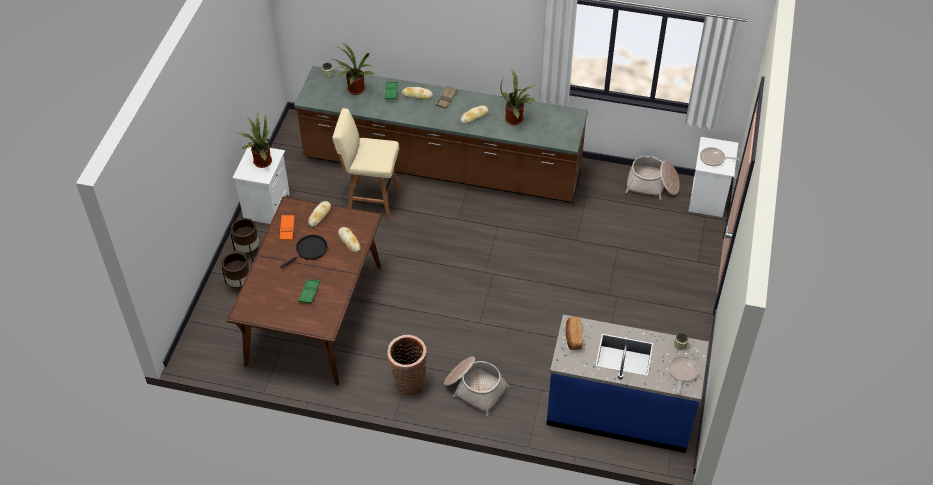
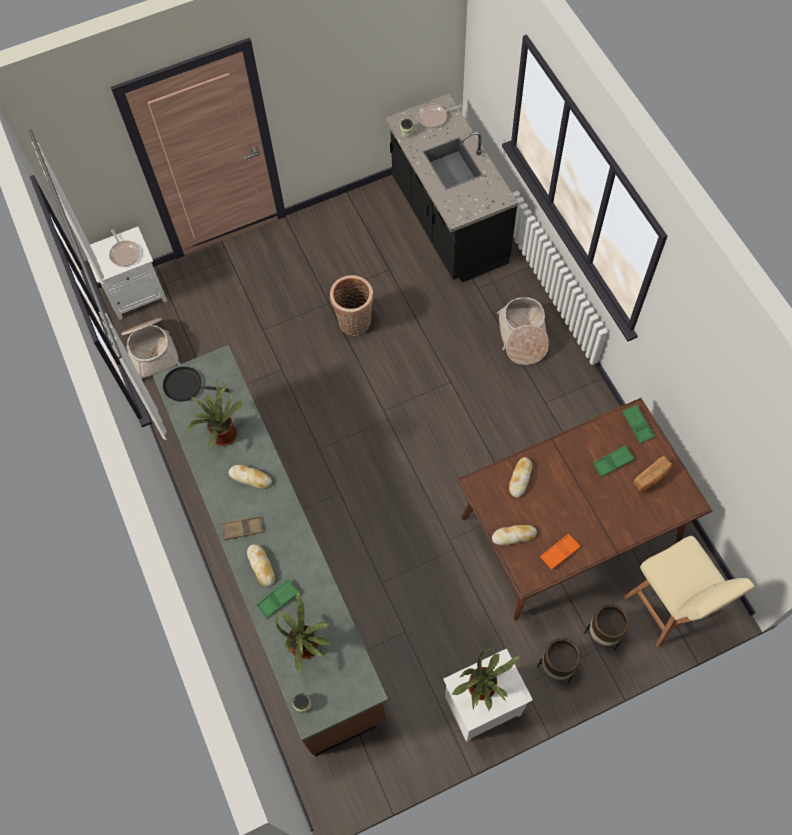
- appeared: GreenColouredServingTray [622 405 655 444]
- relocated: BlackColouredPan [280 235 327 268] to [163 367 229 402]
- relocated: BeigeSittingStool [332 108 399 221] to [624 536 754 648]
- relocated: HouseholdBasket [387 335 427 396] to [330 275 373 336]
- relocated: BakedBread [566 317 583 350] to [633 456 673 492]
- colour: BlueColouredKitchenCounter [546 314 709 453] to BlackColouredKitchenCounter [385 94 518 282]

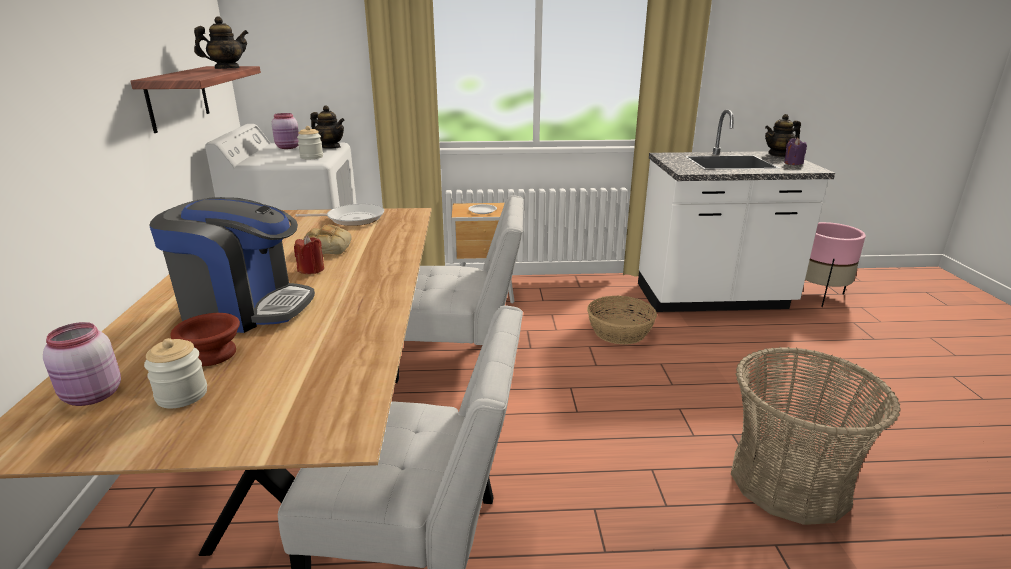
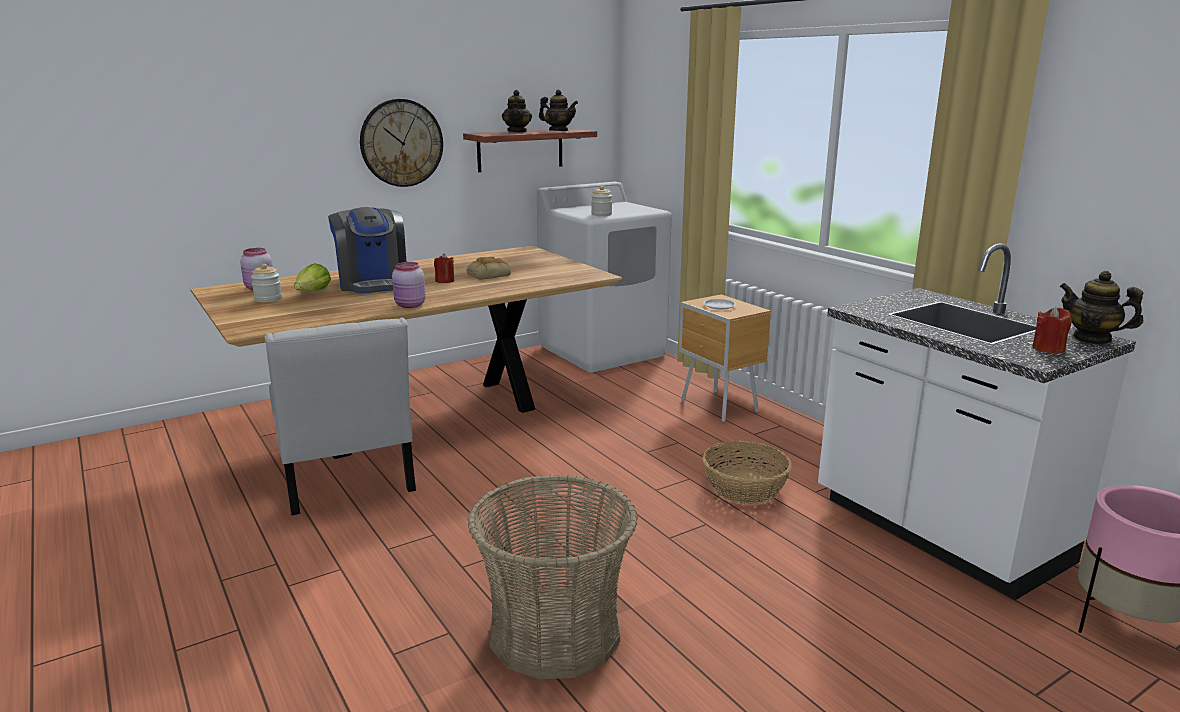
- missing: Pan [295 204 384 226]
- missing: WhiteUprightChair [395 195 524 383]
- appeared: HangingClock [360 99 443 187]
- relocated: PinkJar [271 113 299 149] to [392 262 426 308]
- relocated: TeaPot [310 106 345 149] to [502 90 532 133]
- exchanged: BrownColouredServingBowl [170 313 240 366] to Lettuce [294 263 331 292]
- colour: PurpleColouredWaxCandle [784 138 807 165] to RedWaxCandle [1032 307 1072 354]

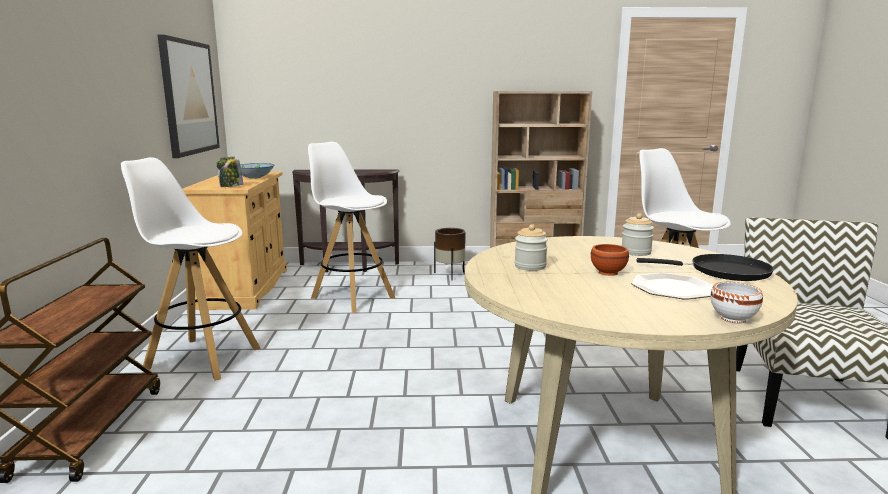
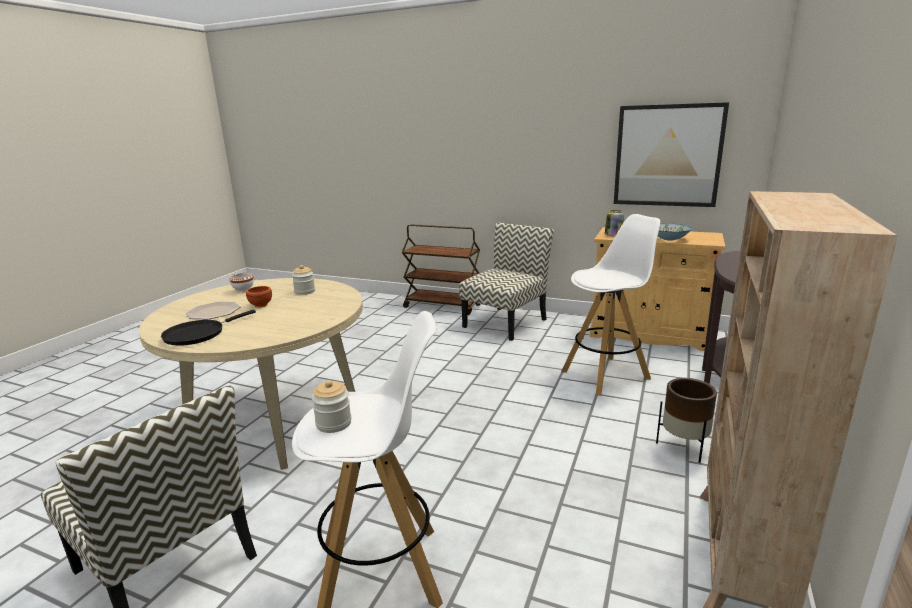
- relocated: Jar [621 213 654 256] to [312 380 351 433]
- relocated: WhiteServingBowl [711 282 763 323] to [230 273 254 292]
- exchanged: WhiteSittingStool [121 157 261 381] to UprightChair [459 223 554 341]

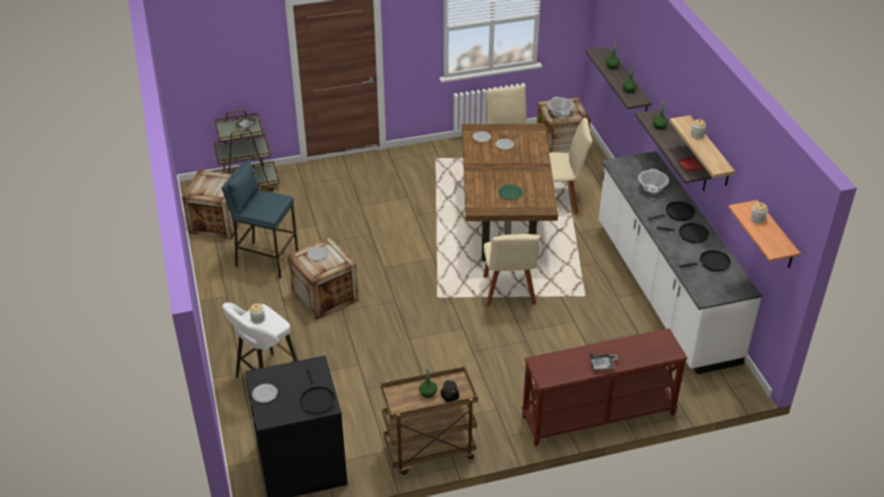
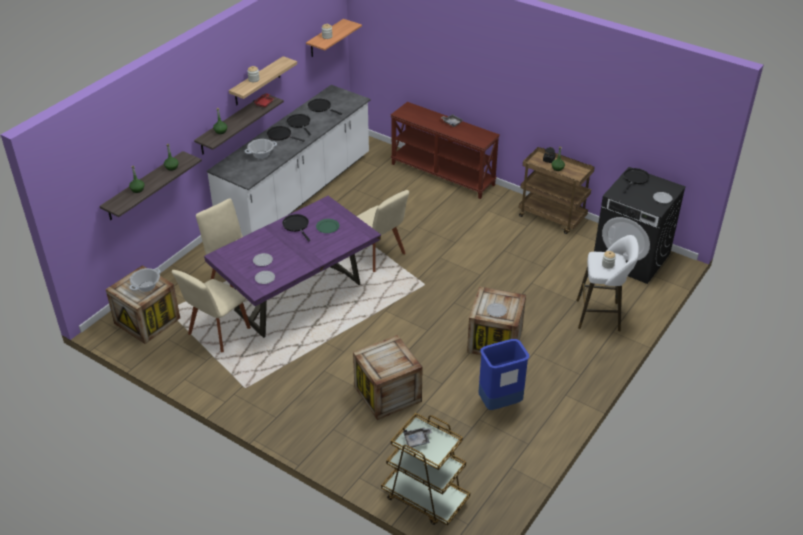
- appeared: BlackColouredPan [282 214 310 242]
- relocated: Crate [182 170 241 239] to [353 335 423 420]
- exchanged: BlueColouredSittingStool [222 160 298 279] to BlueColouredWasteBin [479 339 529 410]
- colour: BrownColouredDinnerTable [462 124 558 261] to PurpleColouredDinnerTable [204 196 381 338]
- spun: BeigeUprightChair [483 234 540 307] = [357 190 409 272] 90 degrees clockwise

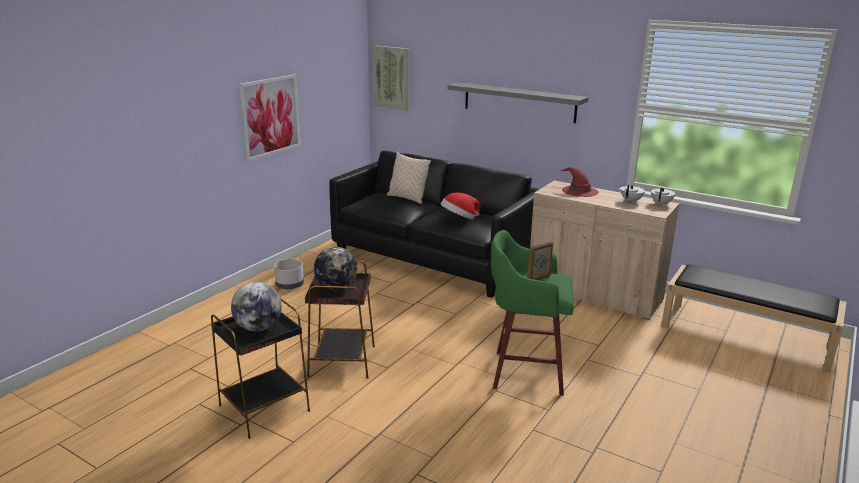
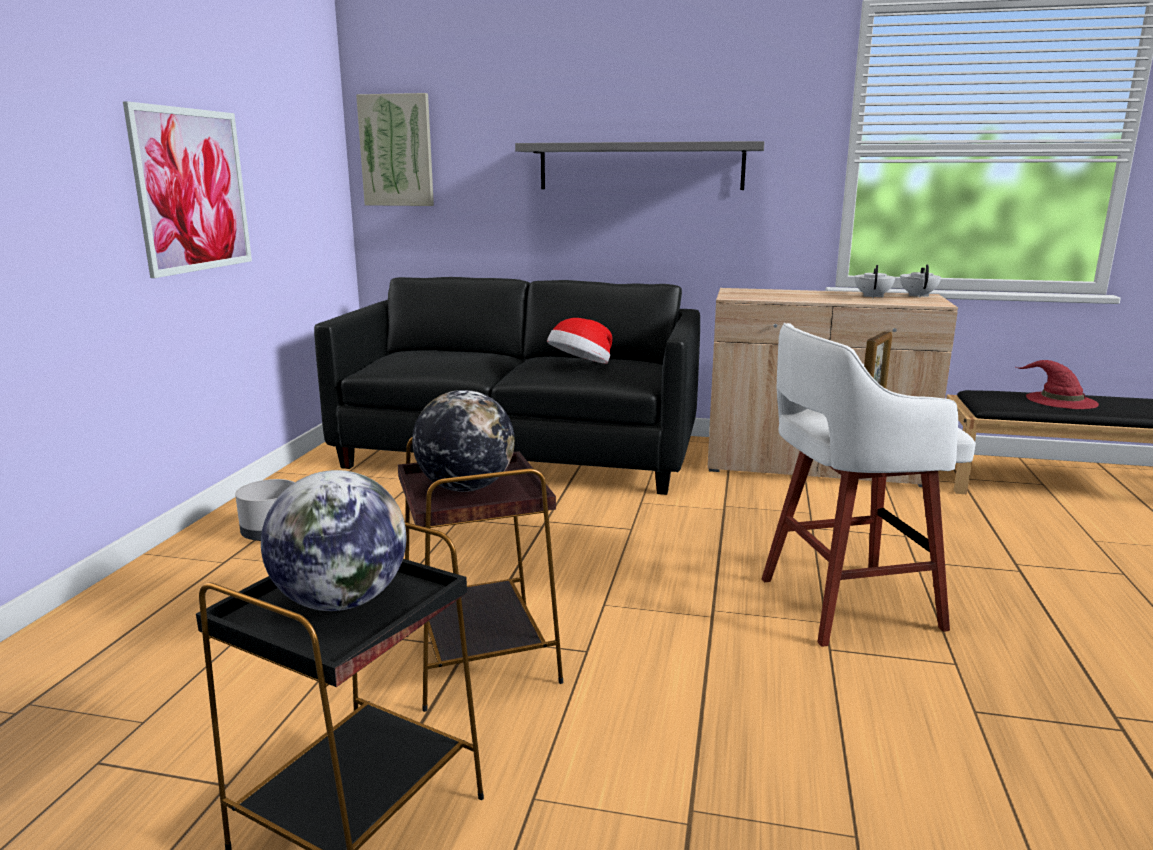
- missing: BeigeCushion [387 152 431 204]
- relocated: RedHat [561 167 599 197] to [1016 360 1099 409]
- colour: GreenColouredSittingStool [491 230 574 396] to WhiteSittingStool [762 323 976 647]

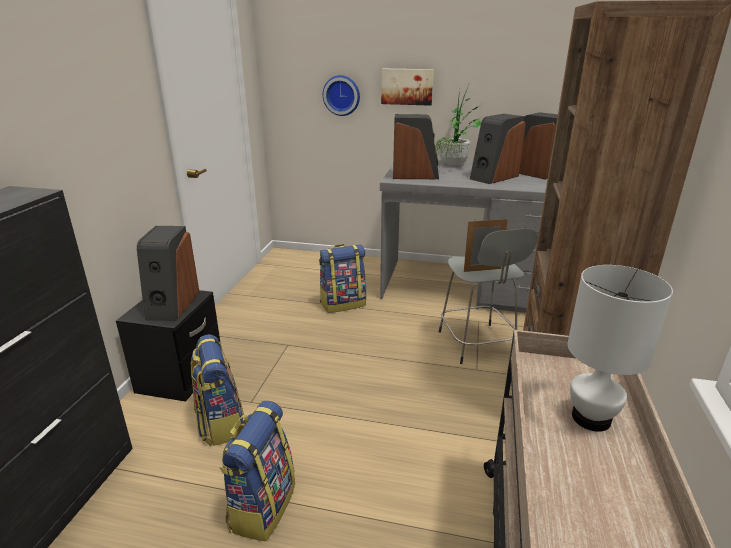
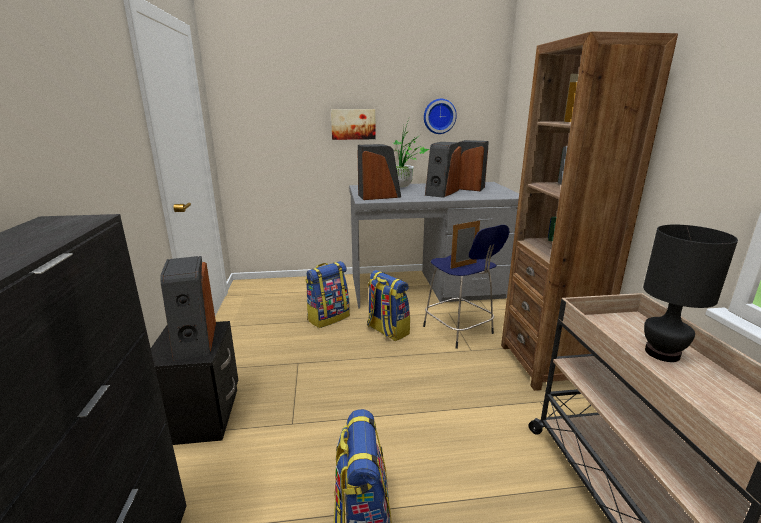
- relocated: Rucksack [191 334 244 446] to [367 270 410 341]
- relocated: HangingClock [323 75 360 116] to [424 99 457 134]
- colour: GraySittingStool [439 228 538 364] to BlueColouredSittingStool [423 225 509 349]
- colour: WhiteLampForATable [567 265 673 432] to BlackColouredLampForATable [643 225 738 362]

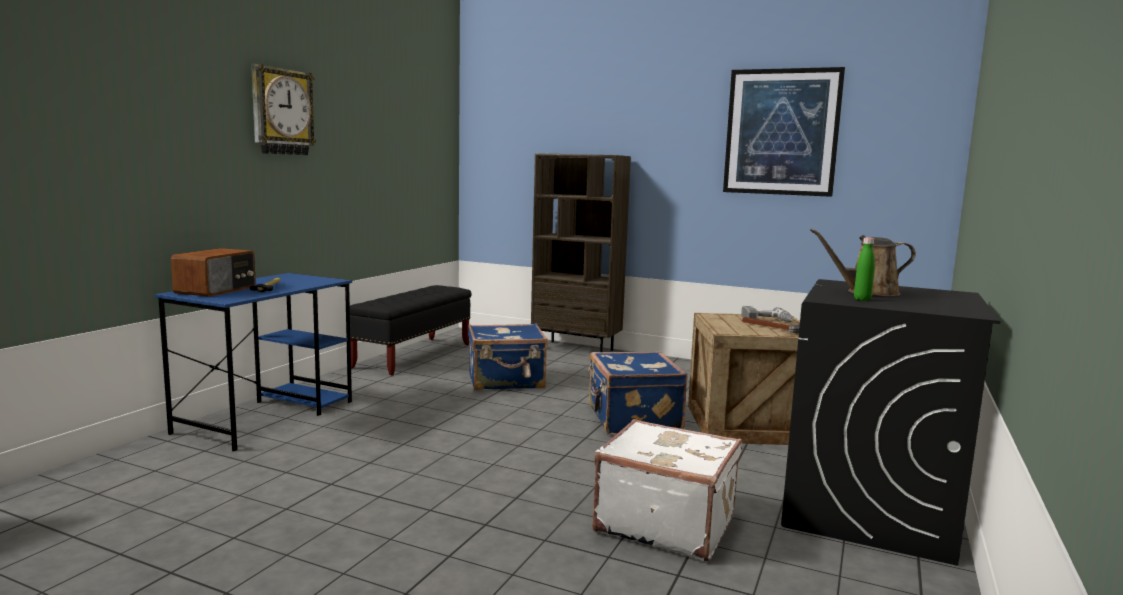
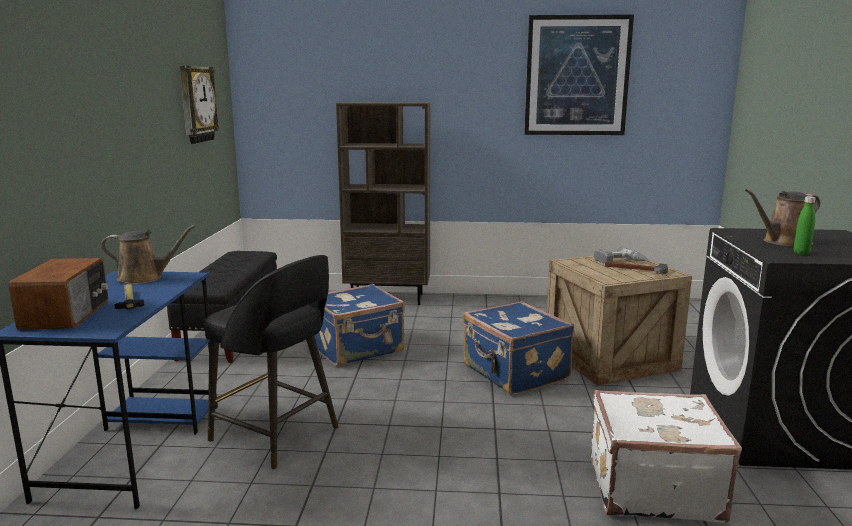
- appeared: BrownColouredSprinklingCan [101 225 196 284]
- appeared: BlackColouredSittingStool [204 255 339 469]
- relocated: HangingClock [251 64 316 155] to [180 65 219 144]

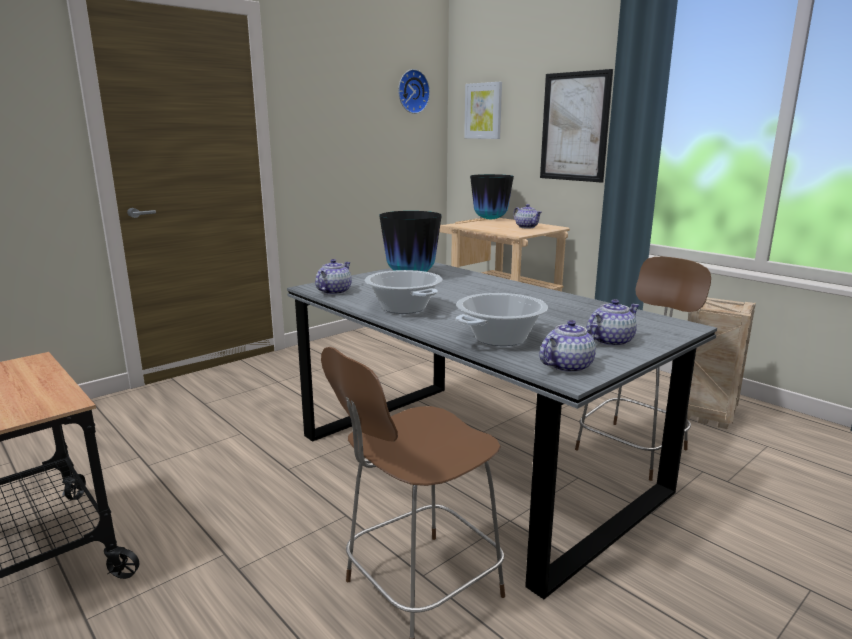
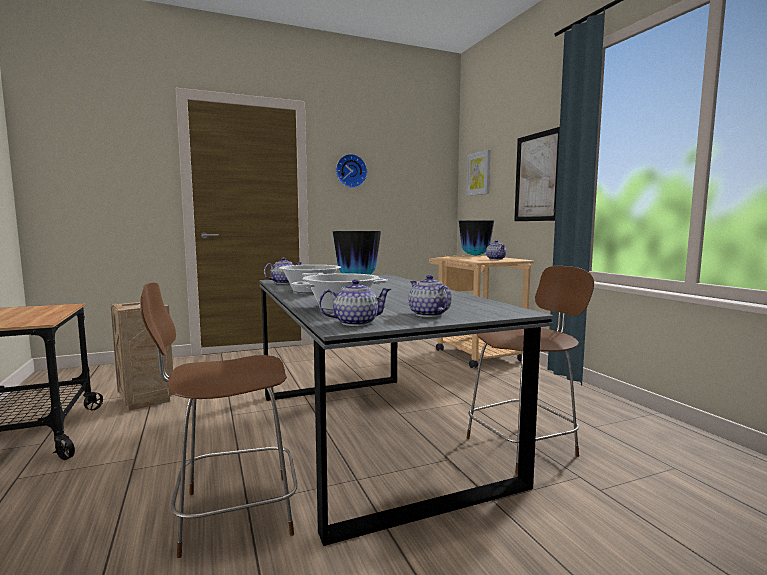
- relocated: HangingClock [398 69 430 114] to [336 154 367 188]
- relocated: Crate [688 298 756 429] to [110 302 174 411]
- spun: TeaPot [586 299 640 347] = [409 275 451 317] 105 degrees counterclockwise

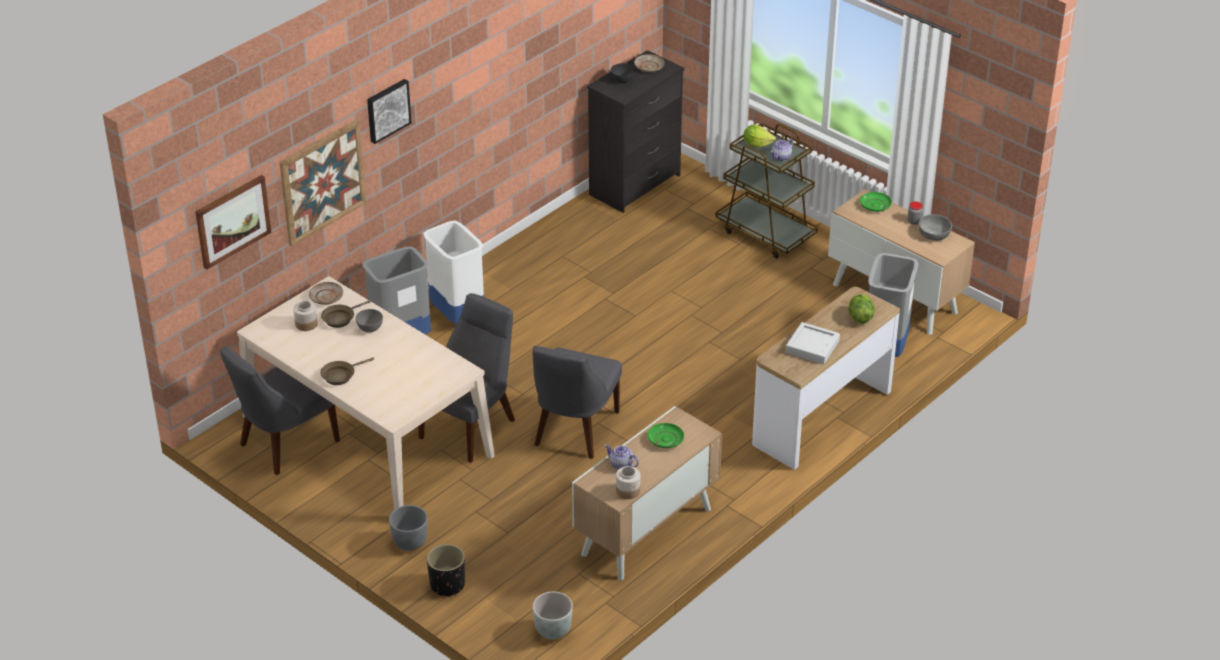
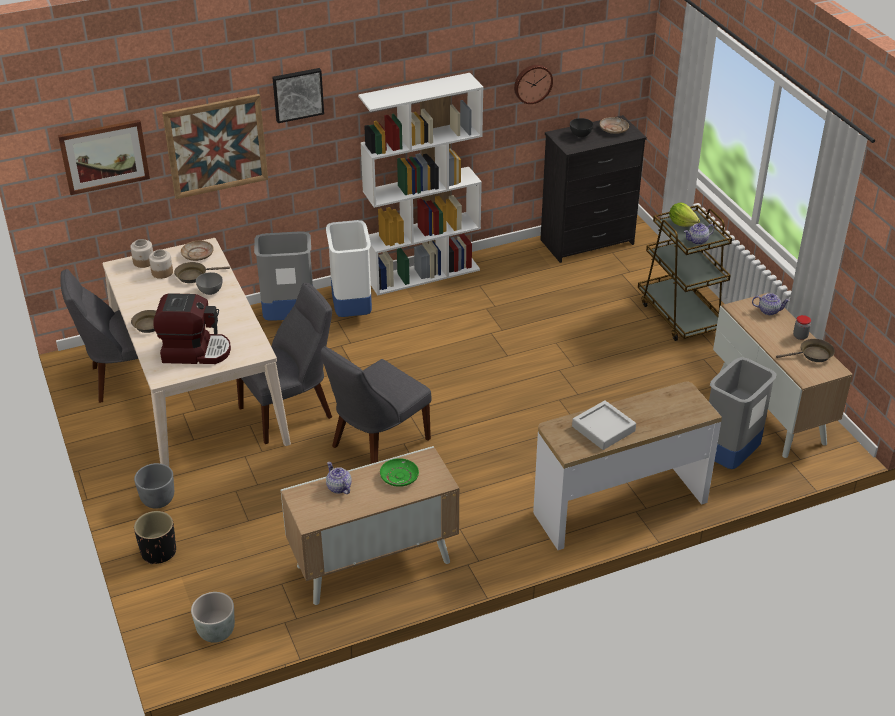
- missing: Lettuce [849 294 875 324]
- appeared: CoffeeMachine [153 293 231 364]
- appeared: WhiteShelvingUnit [358 73 483 296]
- appeared: HangingClock [514 65 553 104]
- relocated: Jar [616 466 640 499] to [130 239 153 268]
- exchanged: GreenColouredFlatDish [860 192 892 212] to TeaPot [752 293 790 315]
- exchanged: GrayServingBowl [918 214 952 241] to BrownColouredPan [776 339 835 362]

